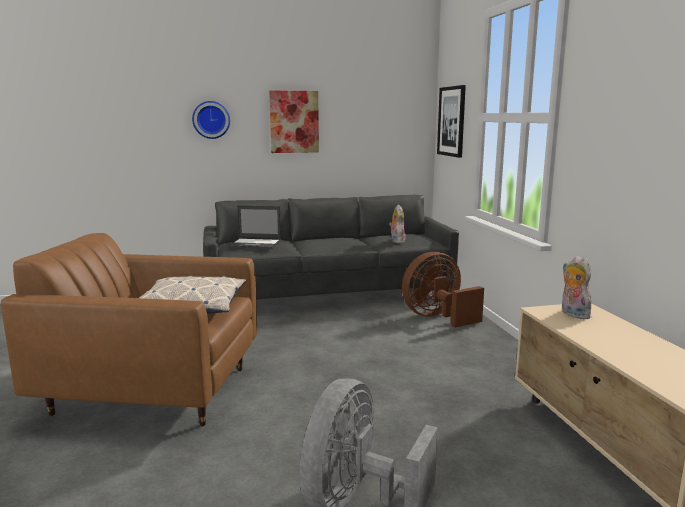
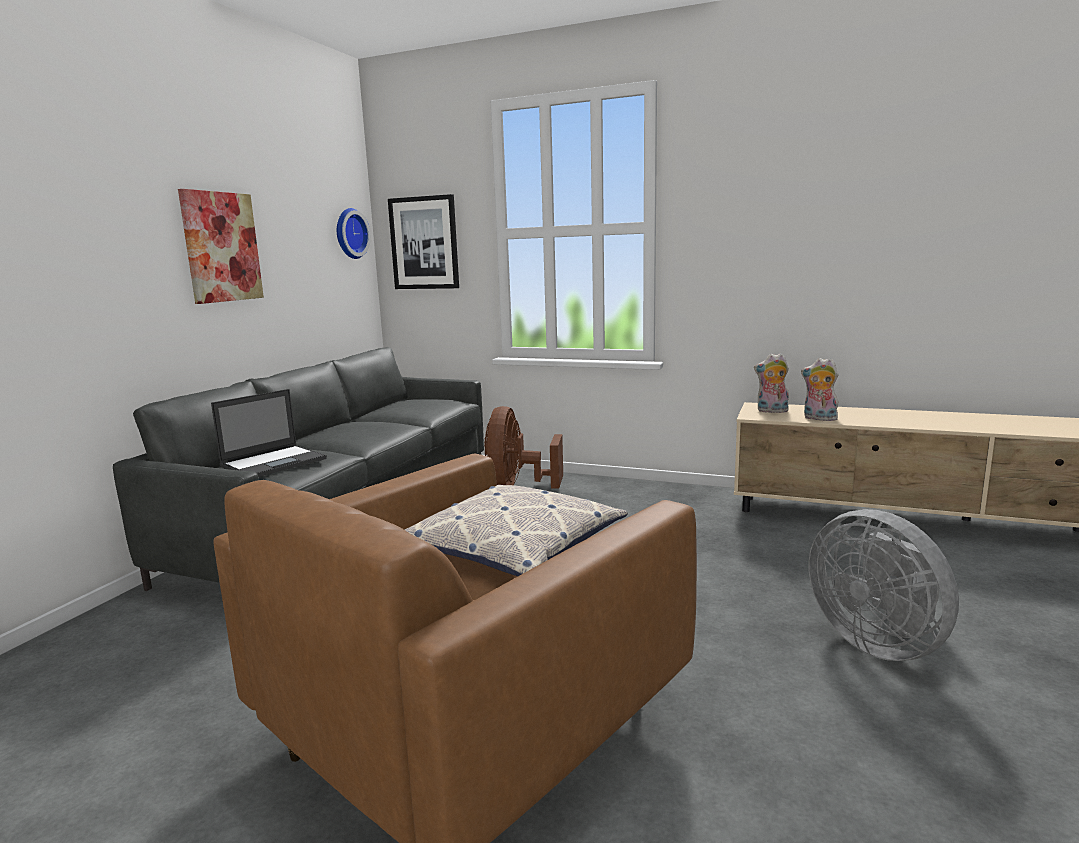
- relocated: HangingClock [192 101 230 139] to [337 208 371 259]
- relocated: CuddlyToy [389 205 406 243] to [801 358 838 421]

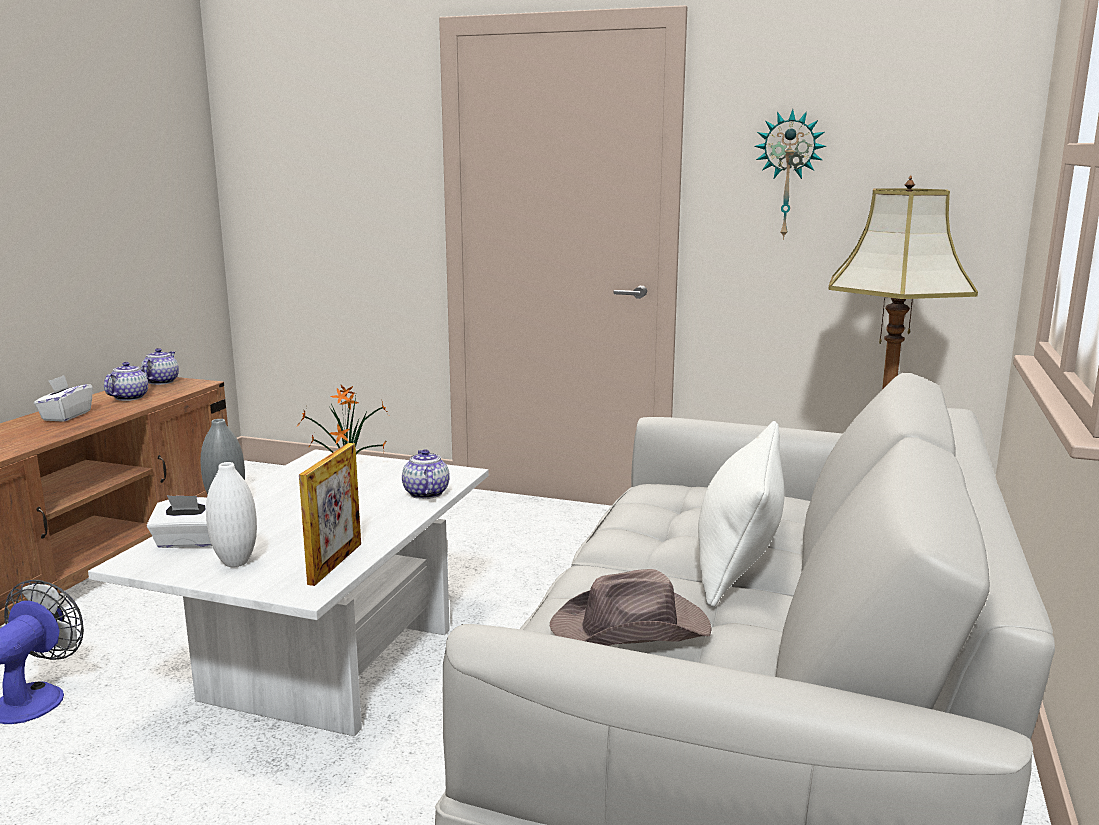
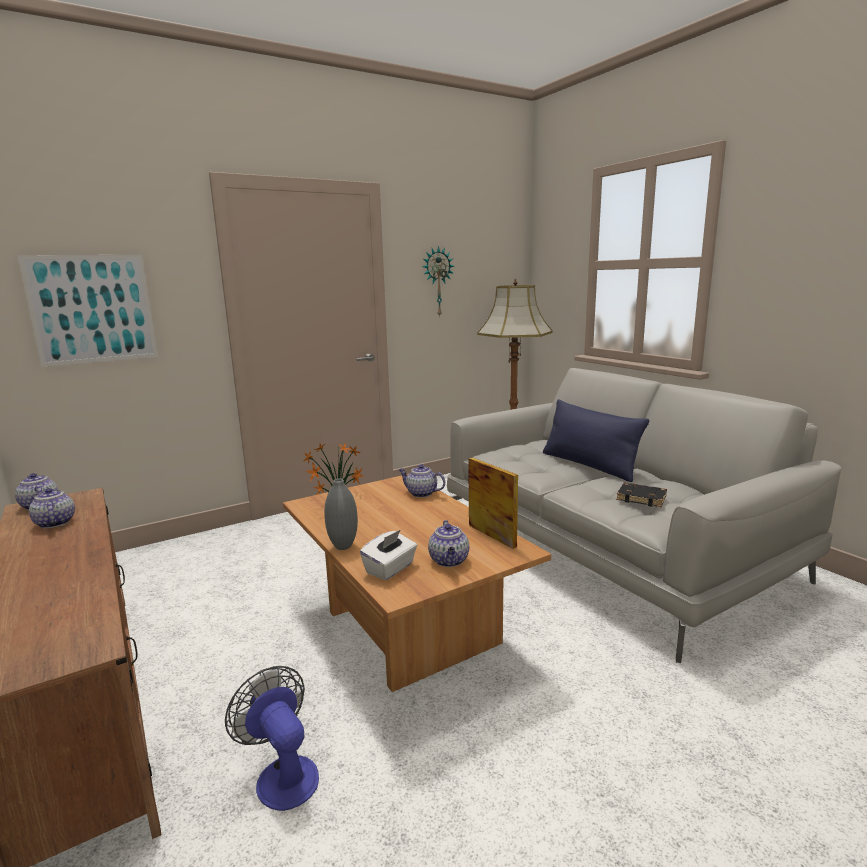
- missing: WhiteTissueHolder [34 375 93 422]
- appeared: WallArt [17 255 158 367]
- exchanged: WhiteVase [206 462 257 567] to TeaPot [428 520 469 567]
- exchanged: BrownColouredHat [550 569 712 646] to BlackColouredBook [616 483 667 507]
- colour: WhiteLoungeTable [88 449 489 736] to BrownColouredLoungeTable [283 474 551 692]
- colour: WhiteCushion [698 421 784 608] to BlueColouredCushion [543 399 649 482]

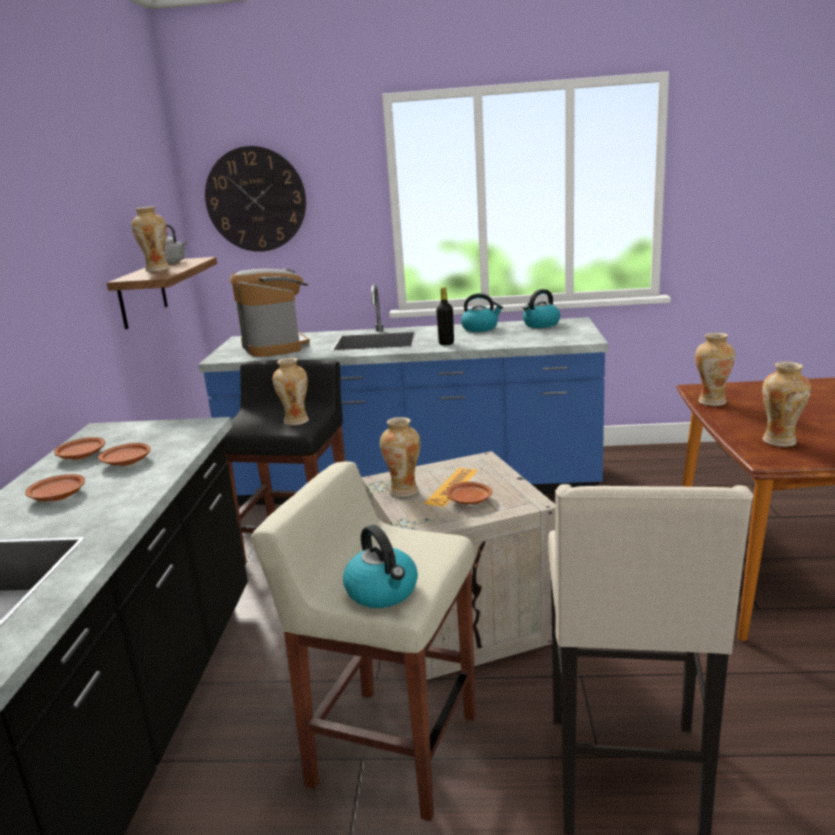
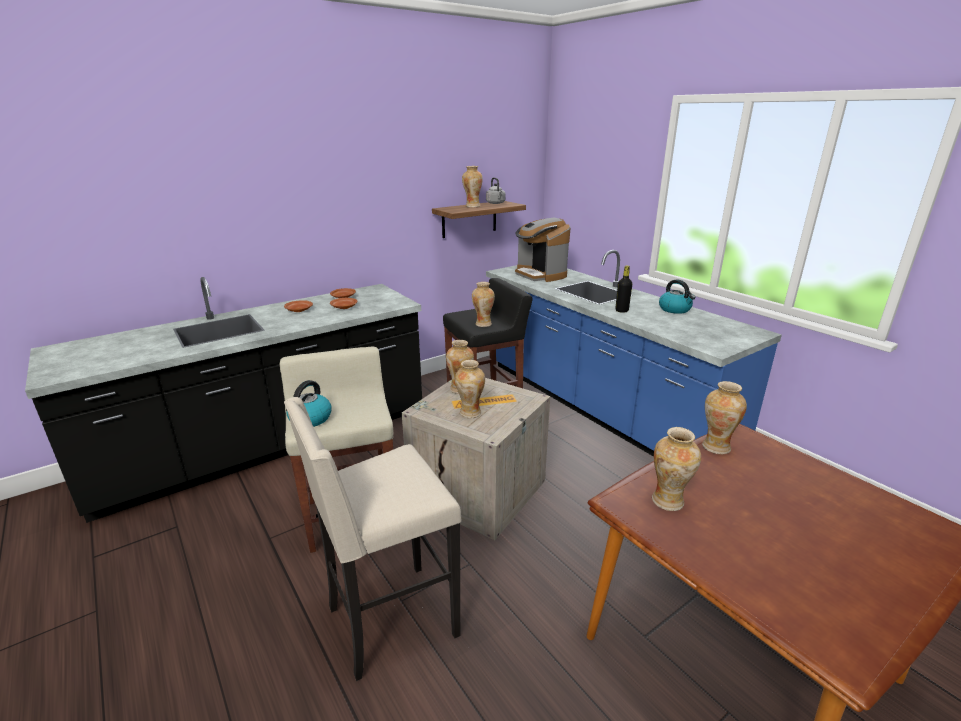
- missing: HangingClock [205 146 306 252]
- missing: WaterKettle [523 289 560 328]
- exchanged: BrownColouredFlatDish [446 482 492 505] to Vase [455 360 485 418]
- spun: CoffeeMachine [229 268 310 357] = [515 218 571 282] 120 degrees clockwise

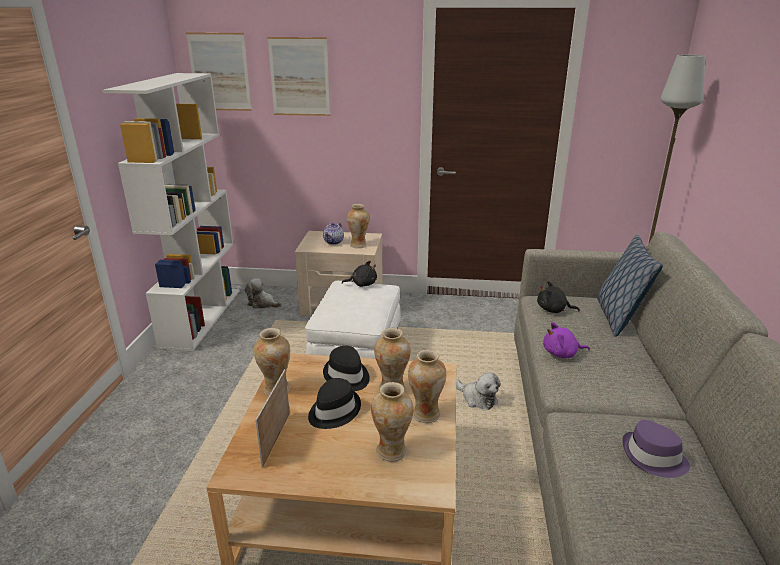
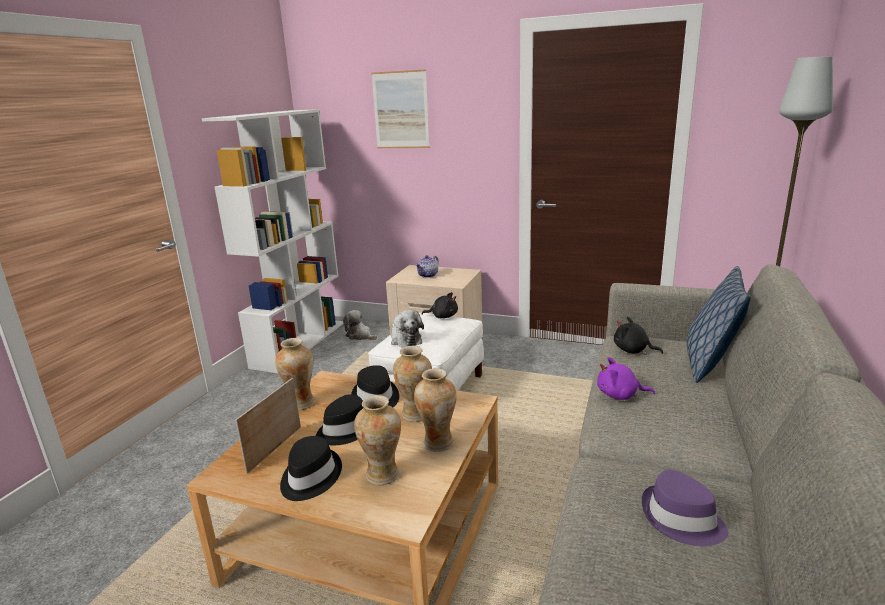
- missing: WallArt [186 32 252 111]
- missing: Vase [347 204 369 248]
- appeared: BlackColouredHat [280 436 342 501]
- relocated: CuddlyToy [456 372 501 410] to [391 310 424 348]

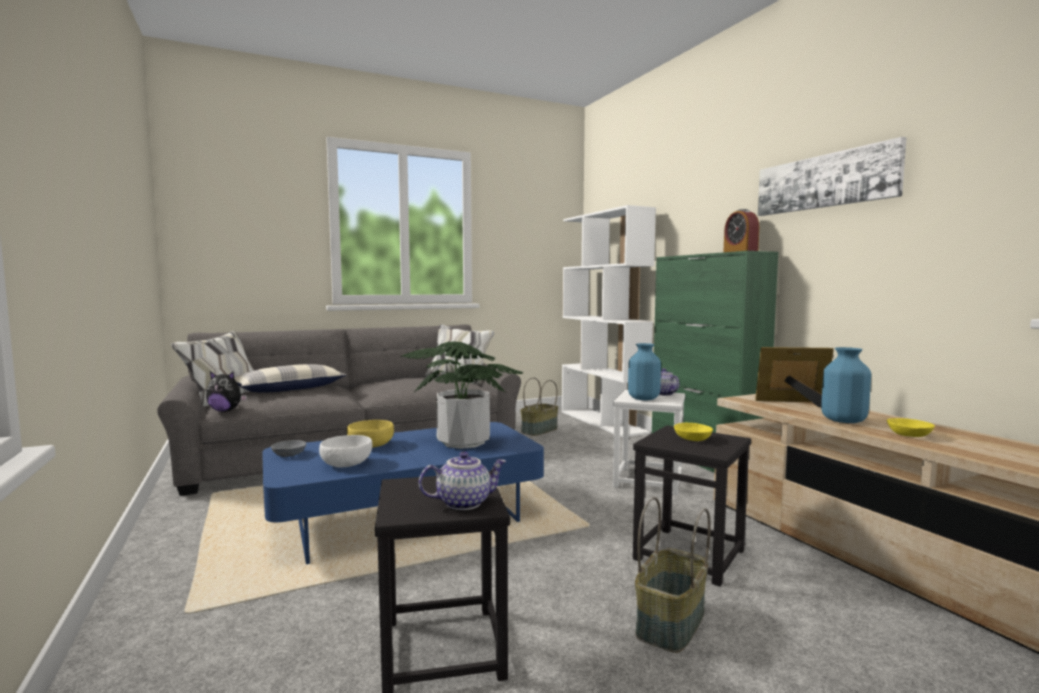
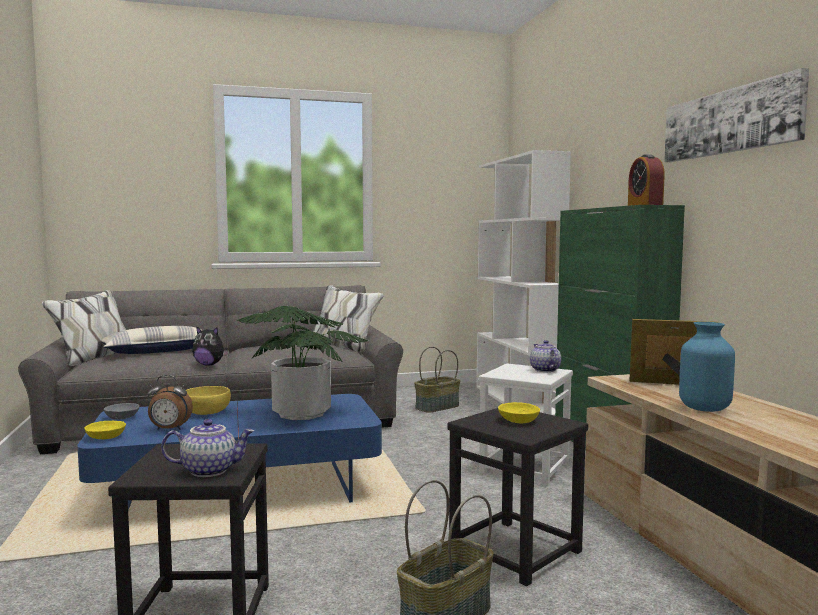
- missing: BlueColouredVase [628 343 661 400]
- relocated: CuddlyToy [206 372 247 412] to [192 326 229 366]
- relocated: YellowServingBowl [887 418 935 437] to [84 421 126 439]
- exchanged: WhiteServingBowl [319 435 372 467] to BedsideClock [148 375 193 430]

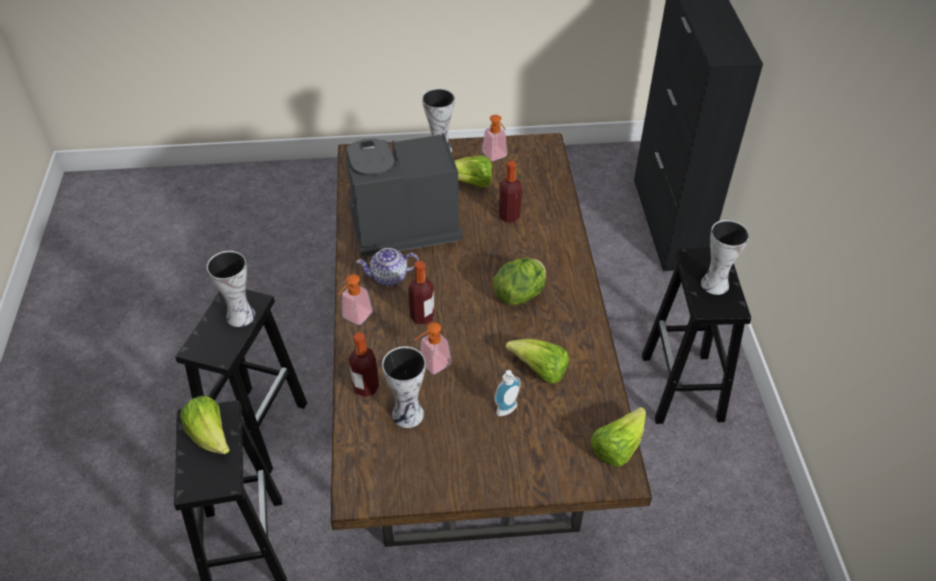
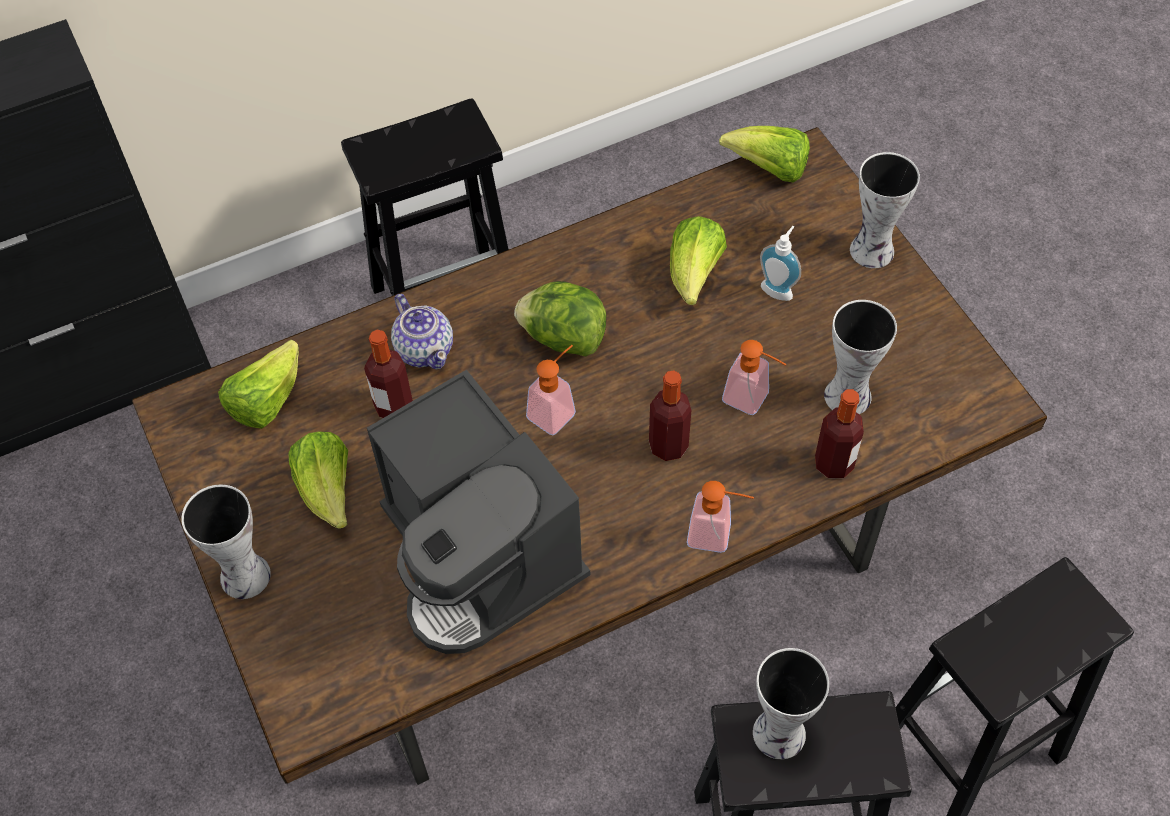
- relocated: Lettuce [180 396 230 454] to [218 340 299 429]
- relocated: TeaPot [356 248 419 286] to [391 294 453 369]
- relocated: LiquidSoapBottle [482 115 507 161] to [526 345 576 435]
- relocated: Vase [701 220 749 295] to [850 152 920 268]

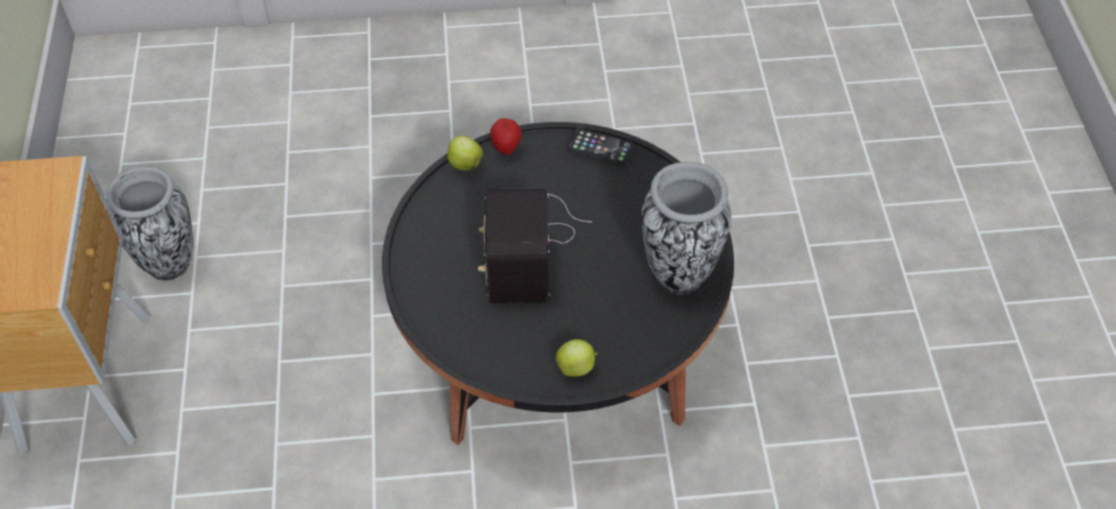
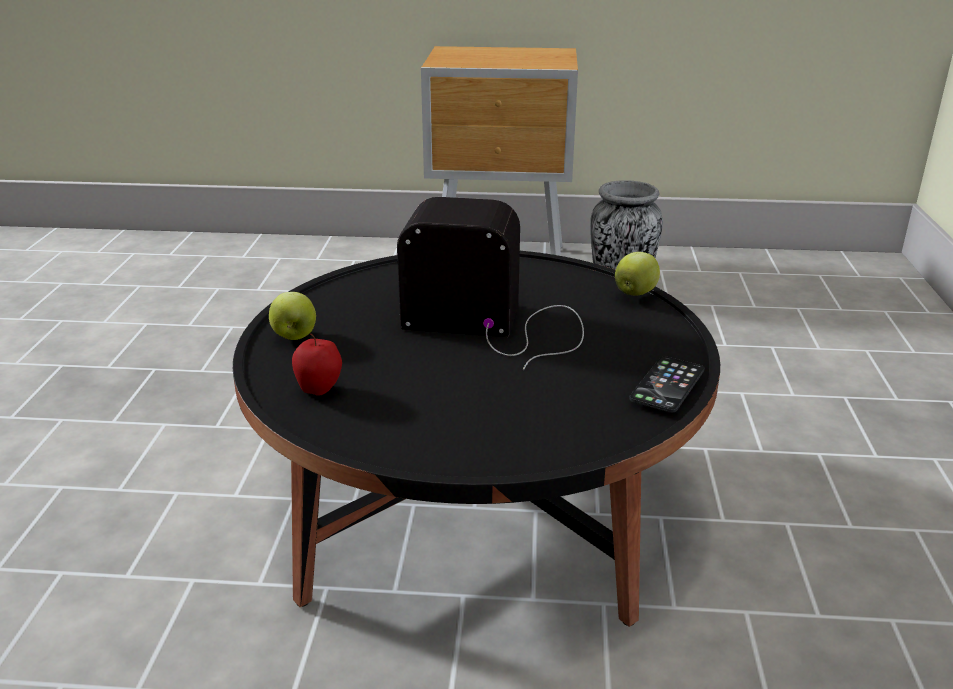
- missing: Vase [641 162 731 295]
- relocated: WholeApple [490 118 522 155] to [292 334 342 396]

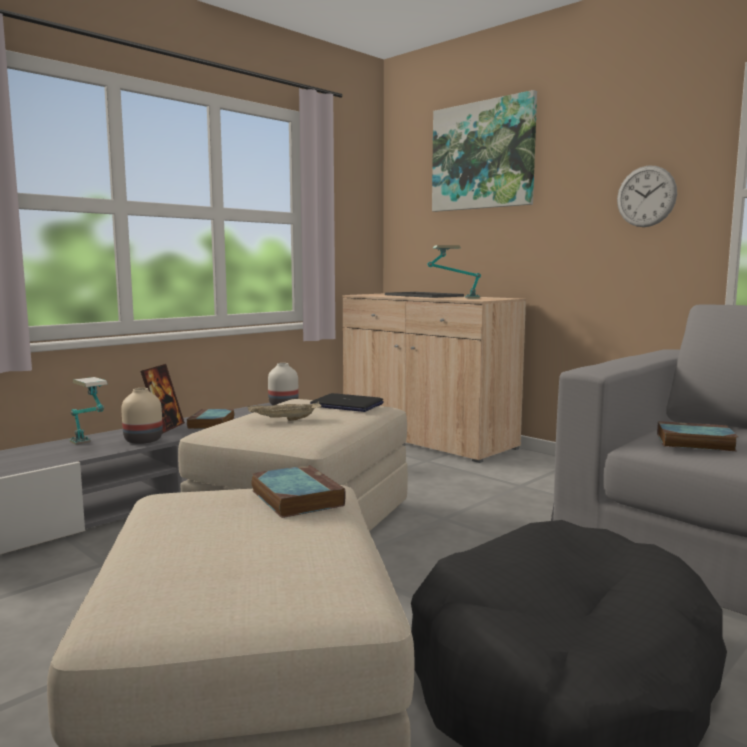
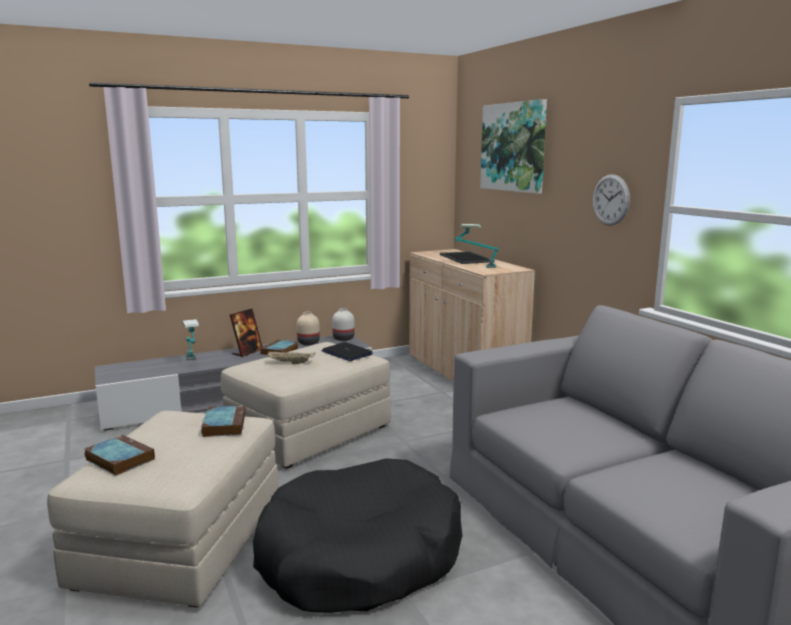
- relocated: BeigeVase [121 388 163 444] to [297 311 320 345]
- relocated: Book [657 421 738 451] to [85 435 155 476]

